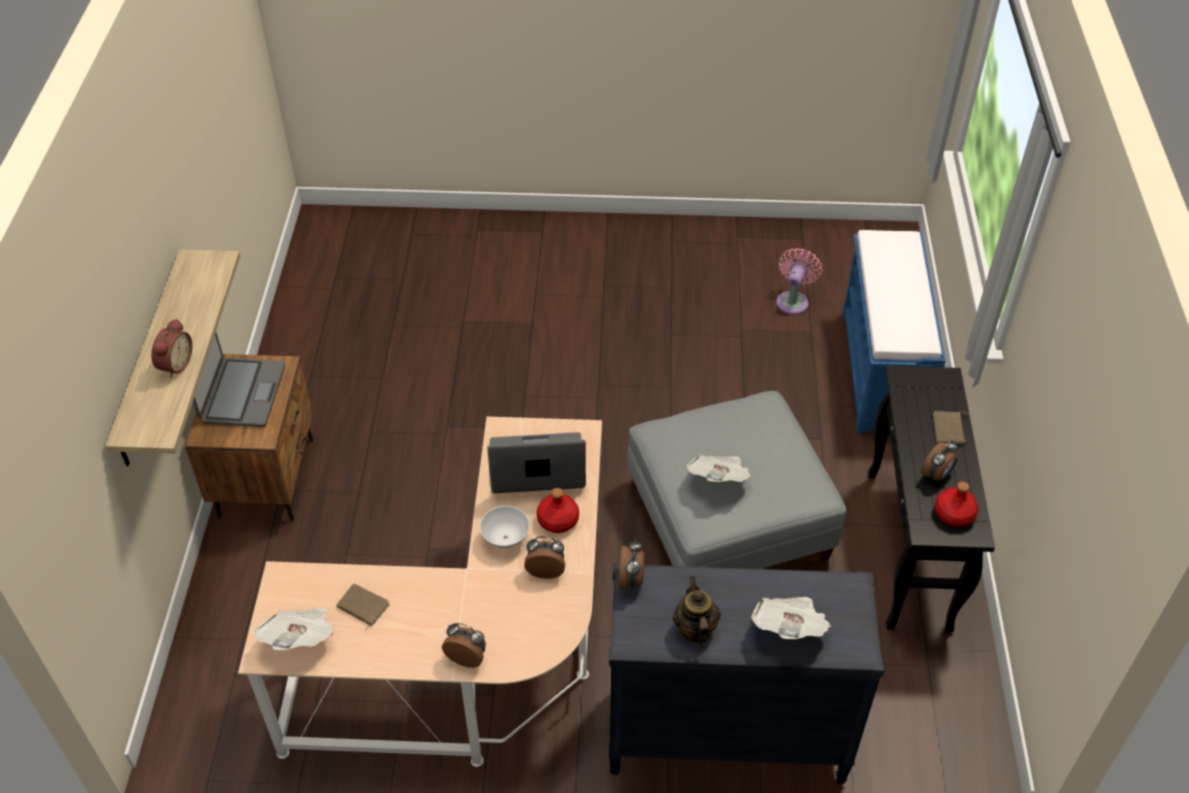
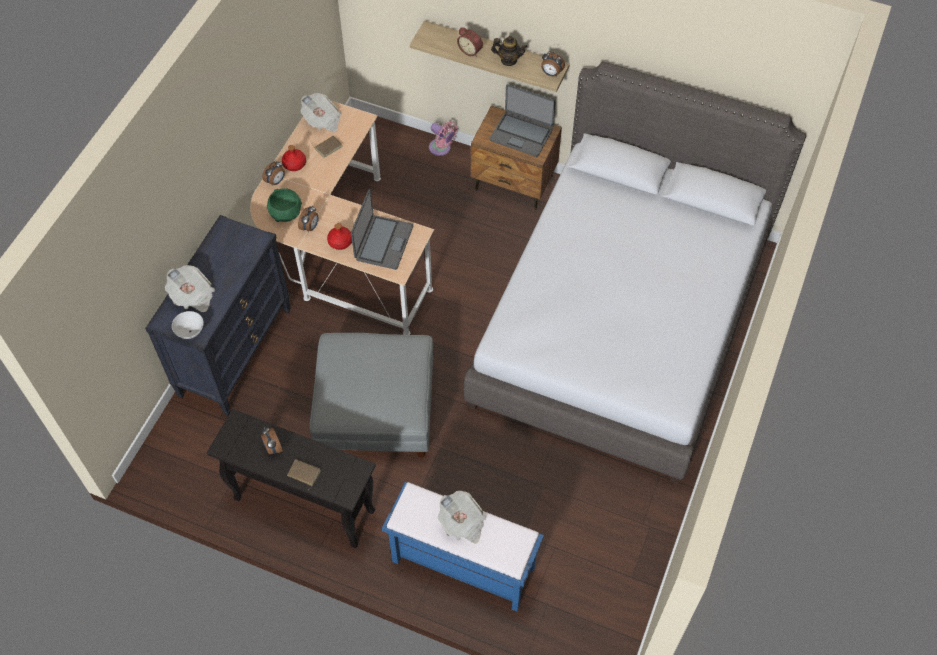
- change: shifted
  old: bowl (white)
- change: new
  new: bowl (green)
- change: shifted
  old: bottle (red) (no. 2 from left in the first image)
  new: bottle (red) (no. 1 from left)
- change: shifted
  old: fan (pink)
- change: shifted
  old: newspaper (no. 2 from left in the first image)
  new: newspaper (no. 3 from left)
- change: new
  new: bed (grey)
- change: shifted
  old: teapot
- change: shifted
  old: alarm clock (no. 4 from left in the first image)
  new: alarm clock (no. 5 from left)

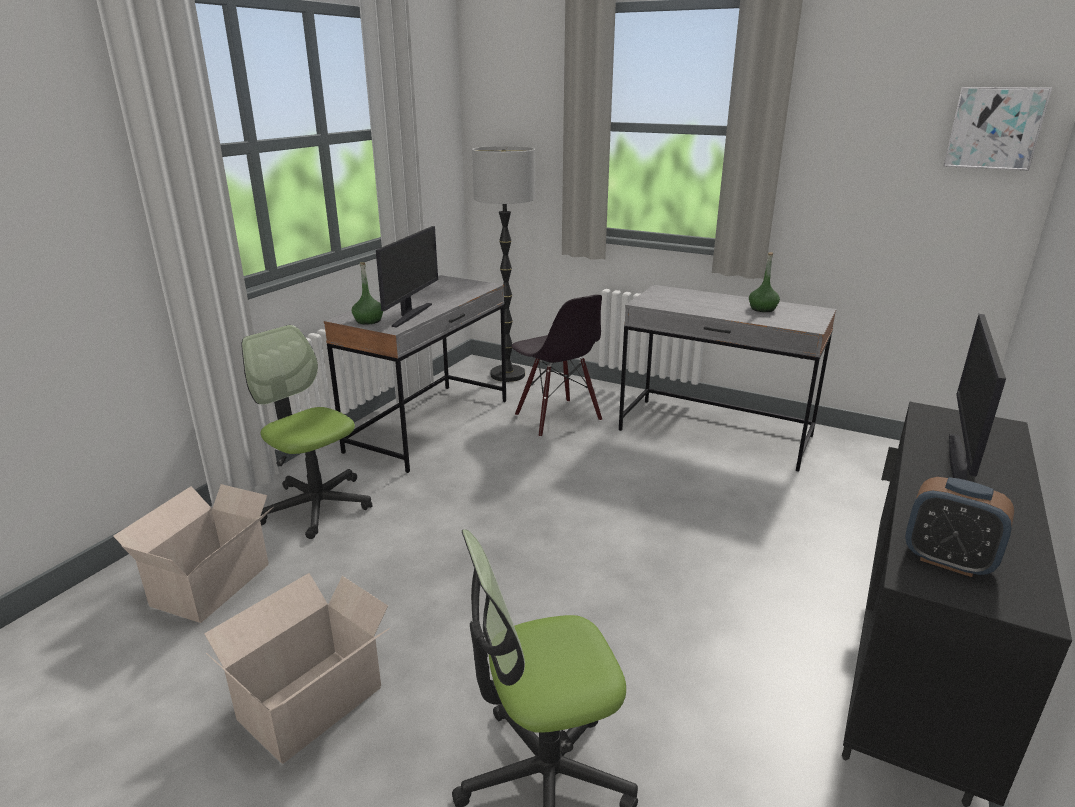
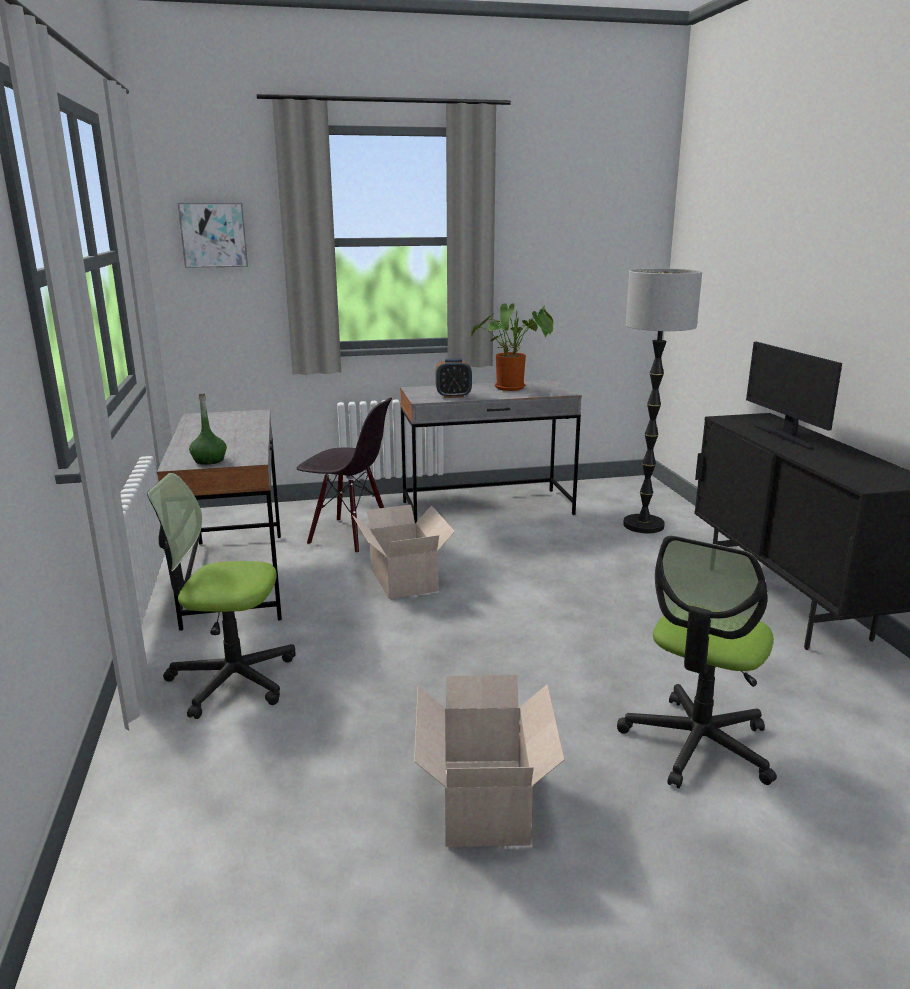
- change: shifted
  old: picture
- change: shifted
  old: cardboard box (no. 1 from left)
- change: shifted
  old: alarm clock
- change: swapped
  old: bottle (green) (no. 2 from left)
  new: potted plant
- change: shifted
  old: floor lamp
- change: gone
  old: monitor (no. 1 from left)

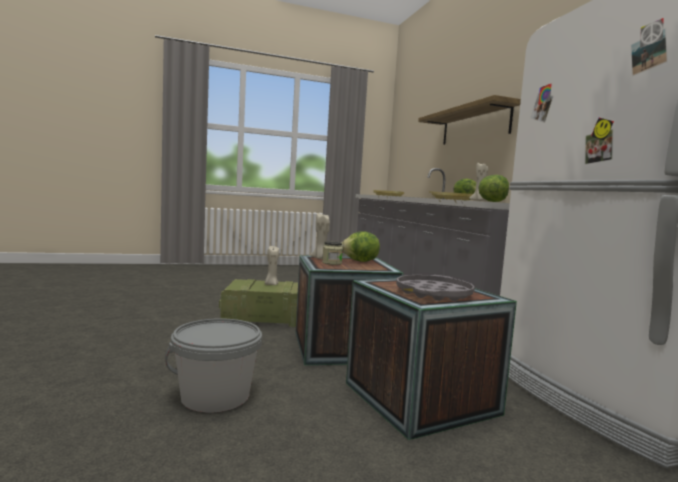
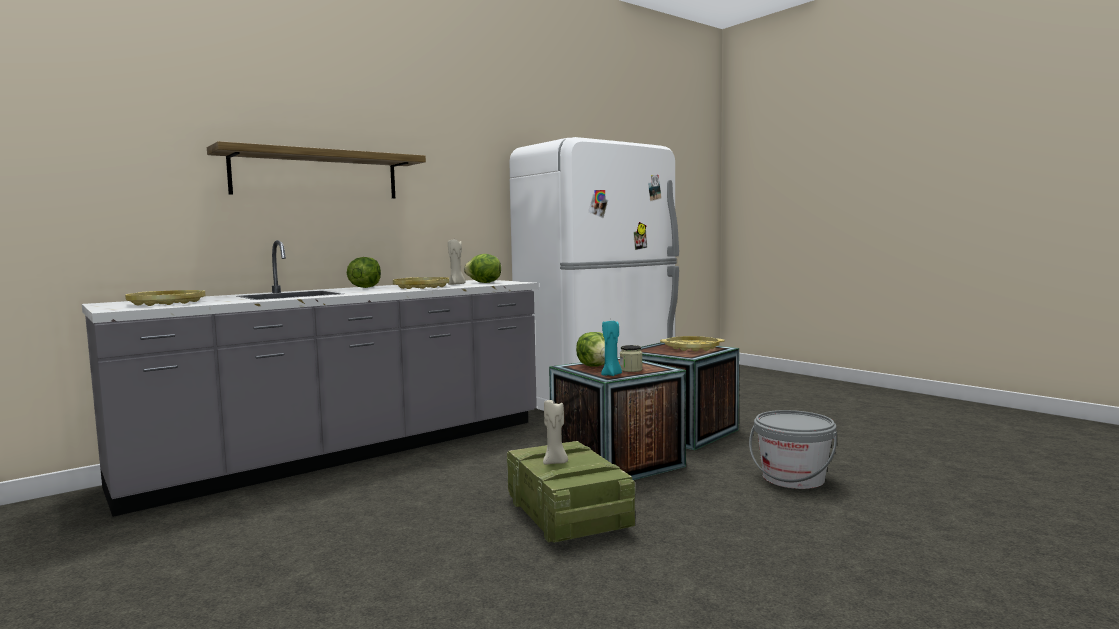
- change: repainted
  old: candle (beige) (no. 2 from left)
  new: candle (turquoise)
- change: repainted
  old: tray (grey)
  new: tray (yellow) (no. 3 from left)

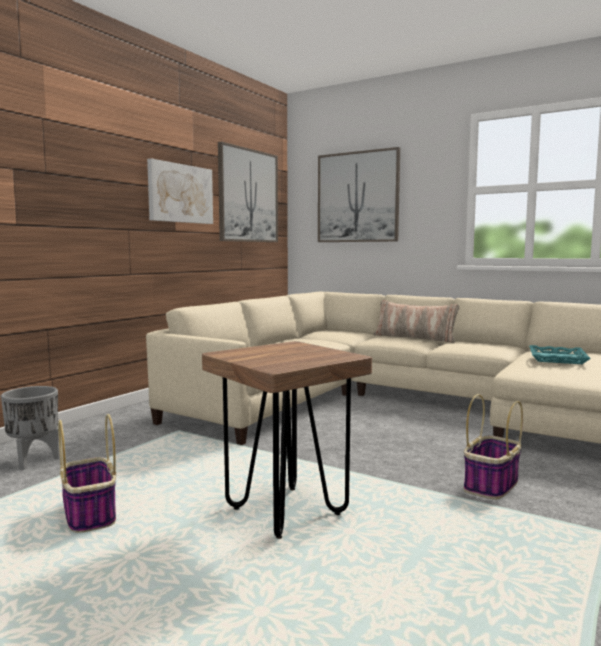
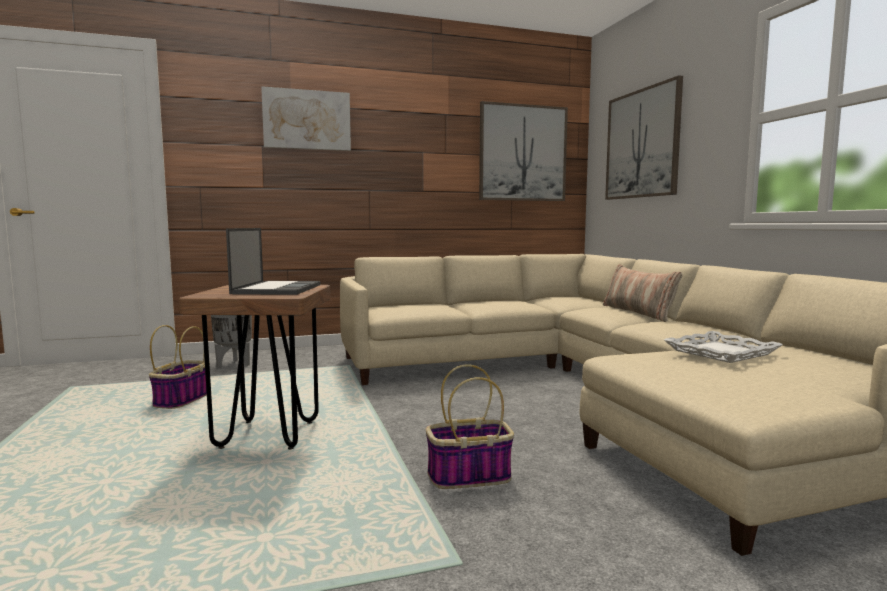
- change: new
  new: laptop
- change: shifted
  old: picture (no. 1 from left)
- change: repainted
  old: tray (turquoise)
  new: tray (white)

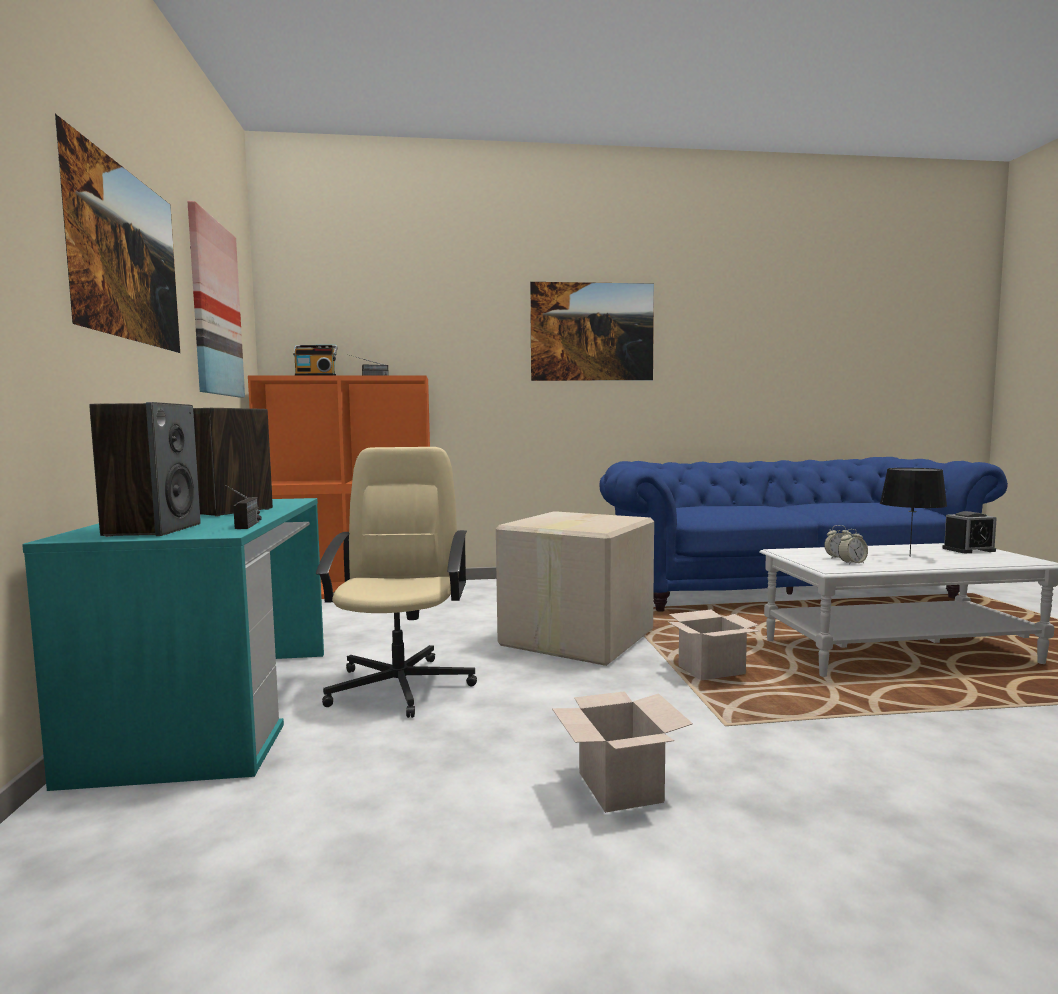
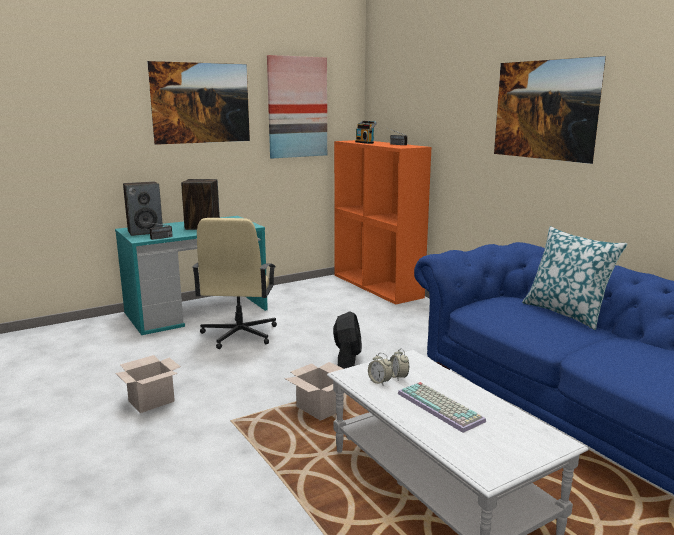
- change: rotated
  old: office chair (beige)
  degrees: 120
- change: swapped
  old: cardboard box (no. 1 from left)
  new: fan (black)
- change: swapped
  old: table lamp (black)
  new: keyboard
- change: new
  new: pillow
- change: gone
  old: alarm clock (no. 3 from left)

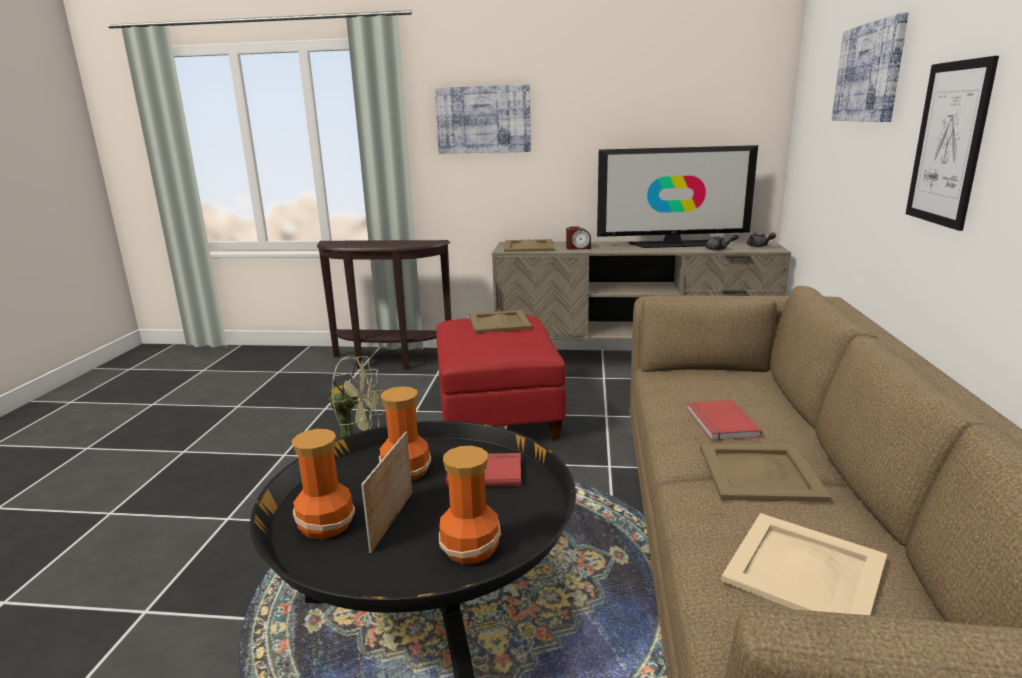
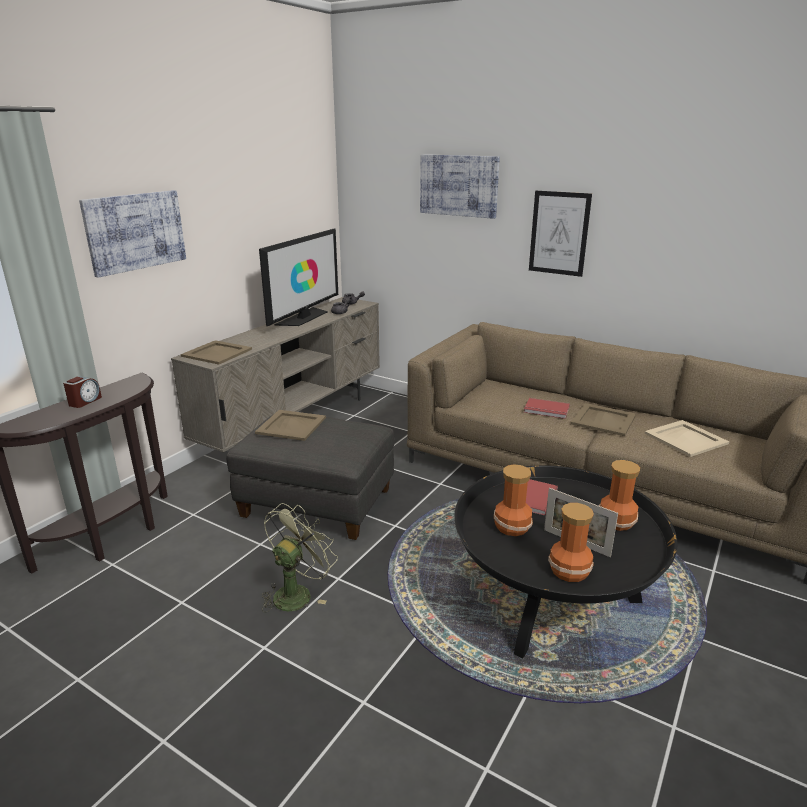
- change: shifted
  old: alarm clock
- change: repainted
  old: ottoman (red)
  new: ottoman (grey)

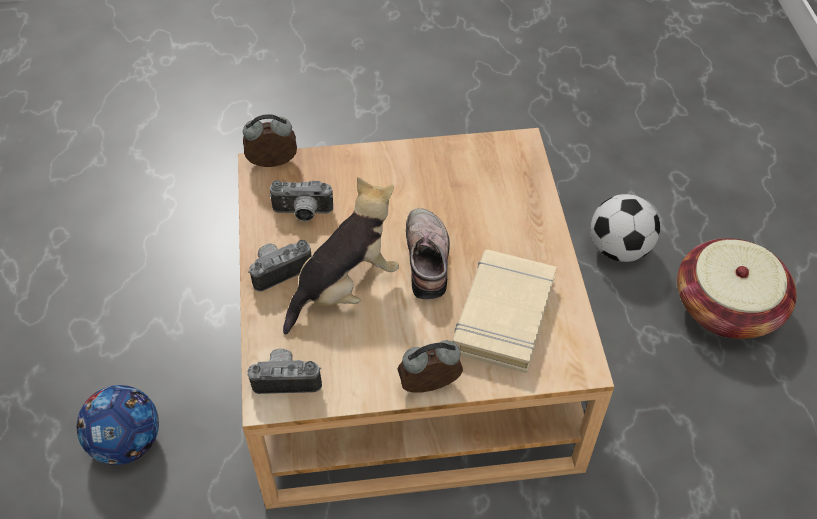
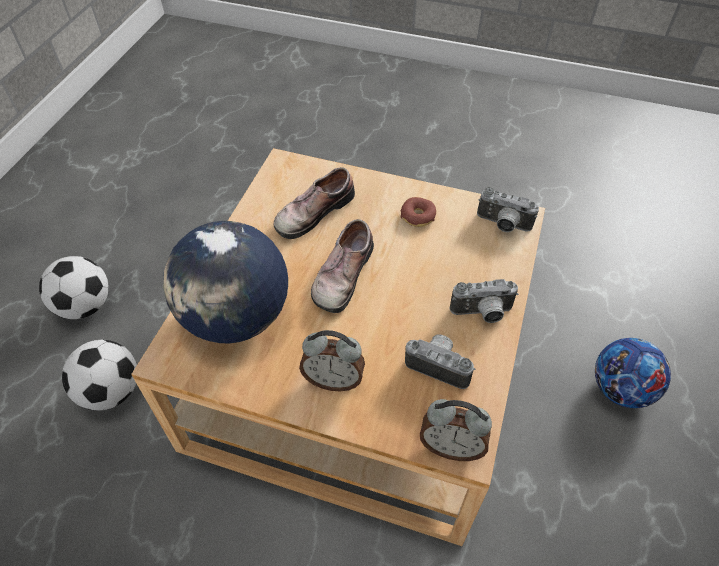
- change: swapped
  old: basket
  new: football (no. 1 from left)
- change: new
  new: globe
- change: swapped
  old: book (beige)
  new: shoe (no. 1 from left)
- change: shifted
  old: alarm clock (no. 2 from left in the first image)
  new: alarm clock (no. 1 from left)
- change: new
  new: donut
- change: gone
  old: plush toy

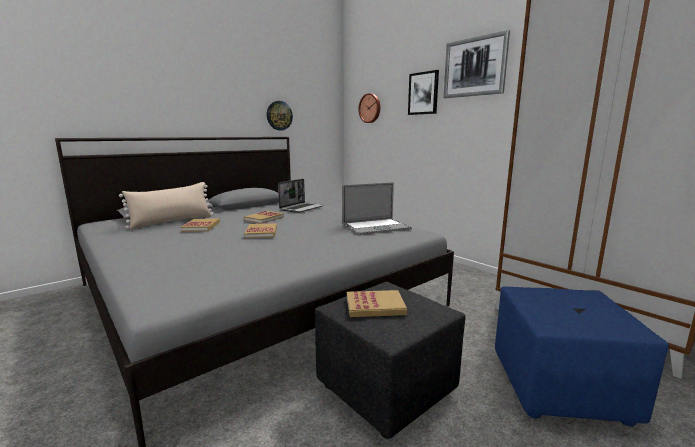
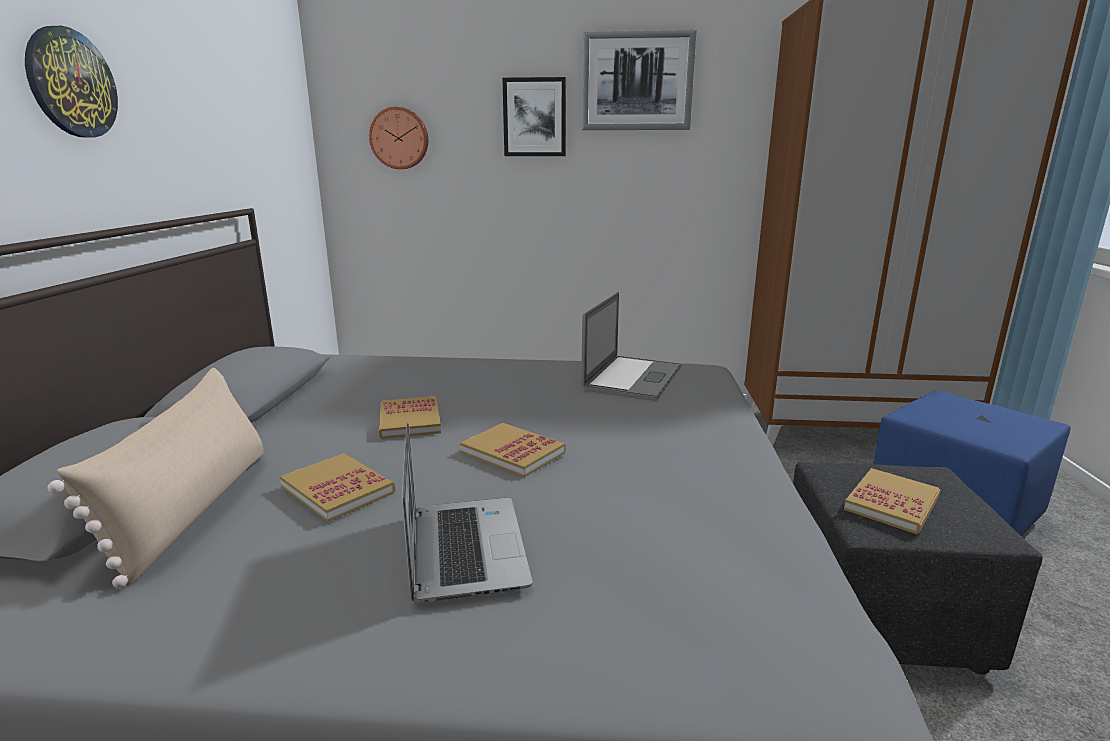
- change: shifted
  old: wall clock (no. 1 from left)
- change: shifted
  old: laptop (no. 1 from left)

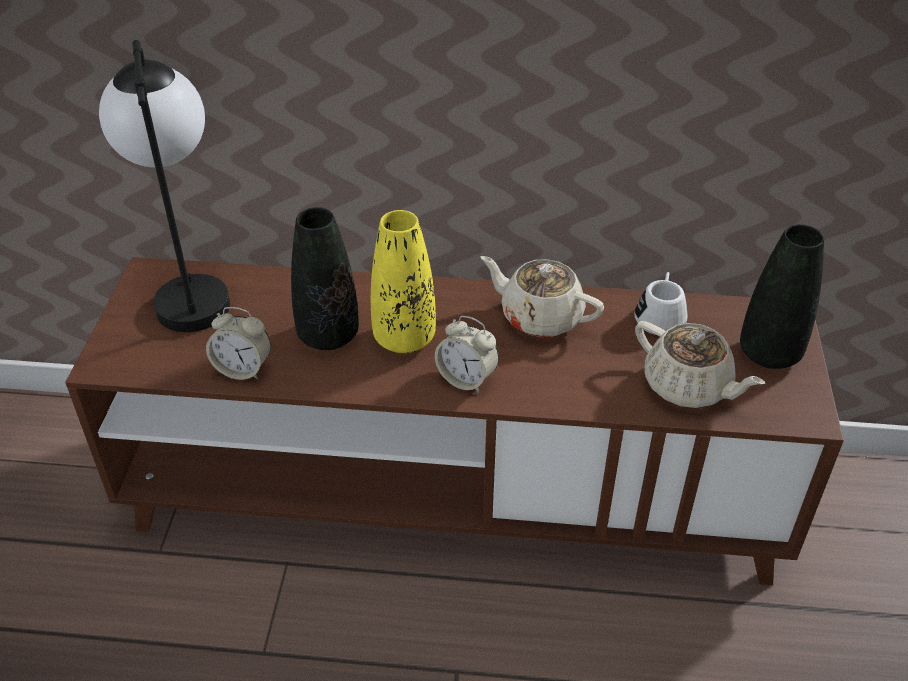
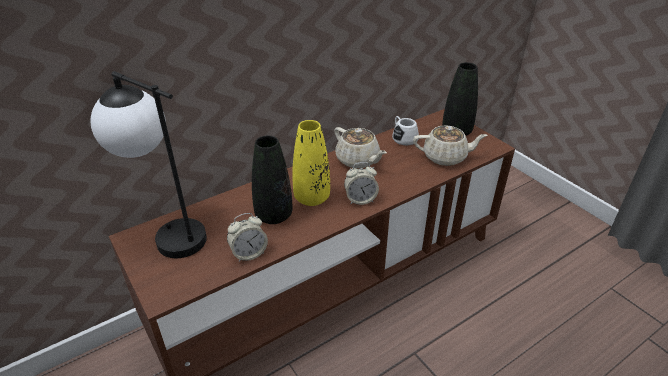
- change: rotated
  old: teapot (beige) (no. 1 from left)
  degrees: -120

